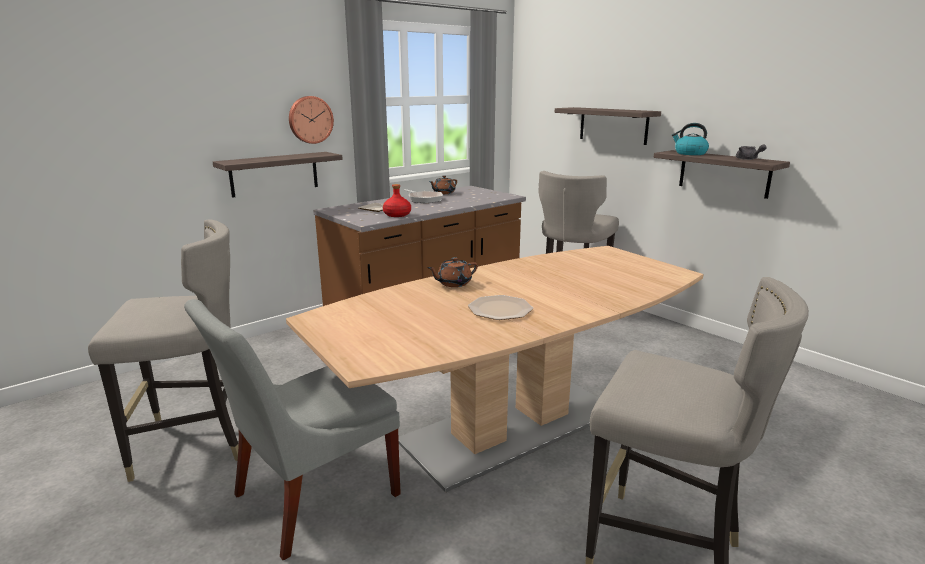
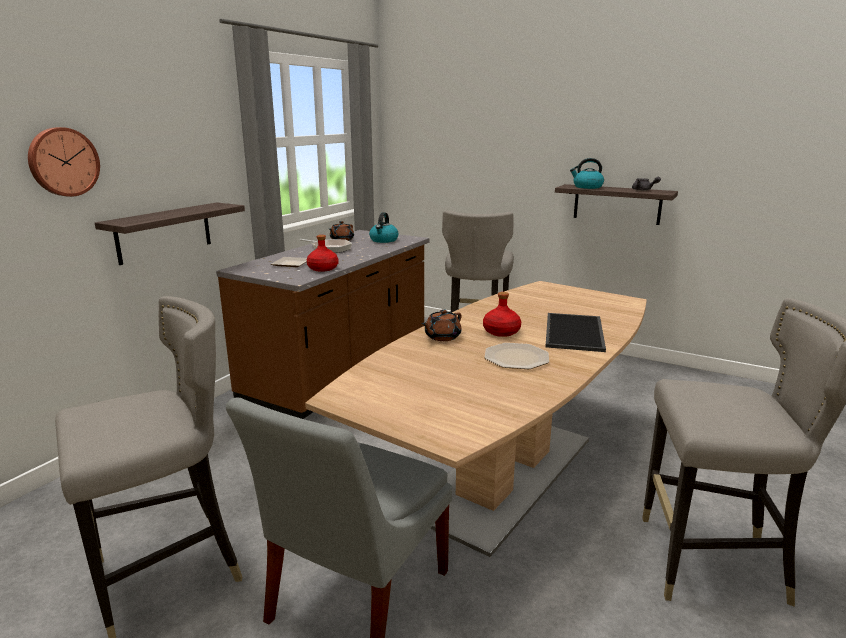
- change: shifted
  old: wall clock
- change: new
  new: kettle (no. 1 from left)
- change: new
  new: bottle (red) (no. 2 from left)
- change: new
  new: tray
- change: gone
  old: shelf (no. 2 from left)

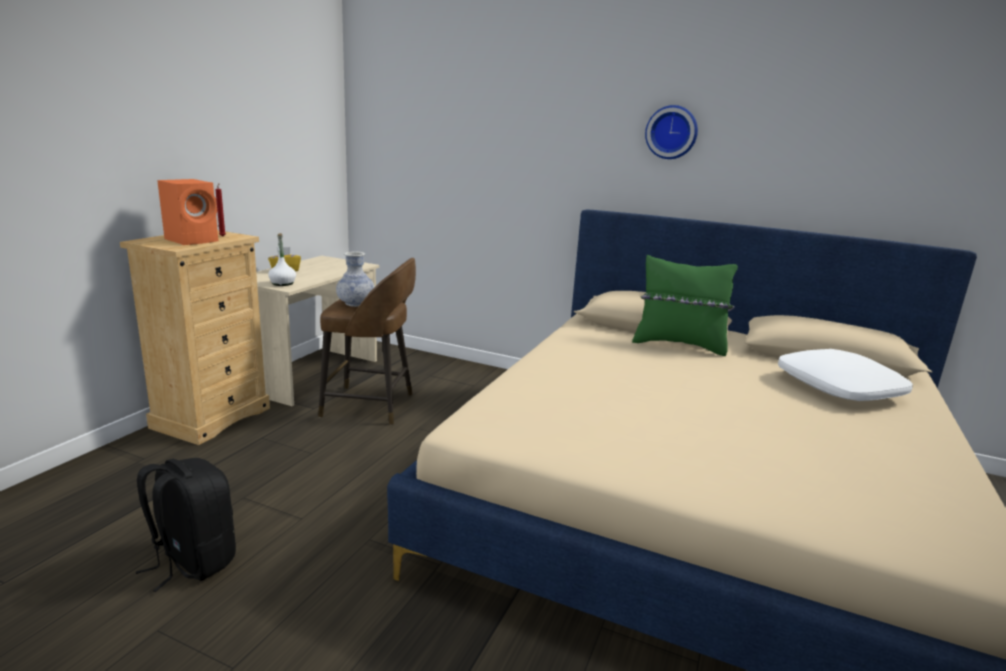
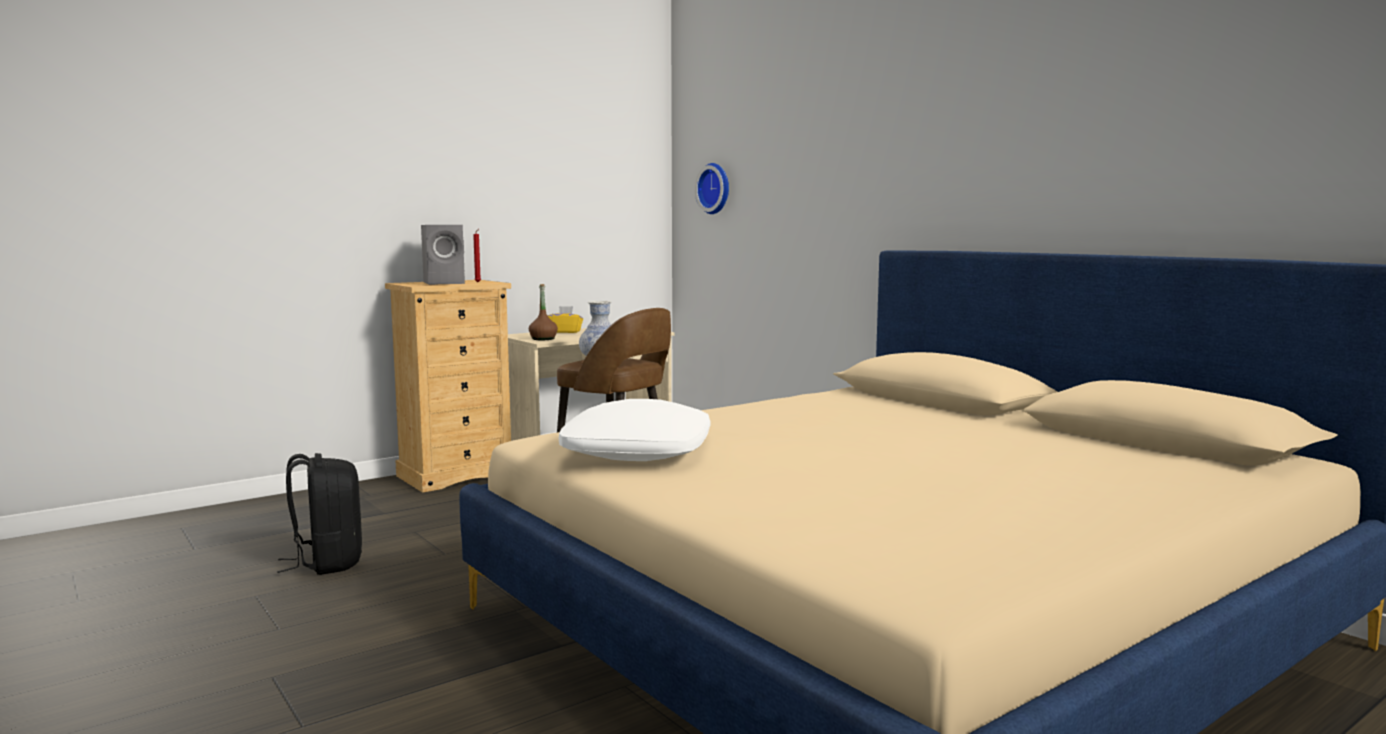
- change: repainted
  old: speaker (orange)
  new: speaker (grey)
- change: repainted
  old: bottle (white)
  new: bottle (brown)
- change: shifted
  old: pillow (white)
- change: shifted
  old: wall clock
- change: gone
  old: pillow (green)

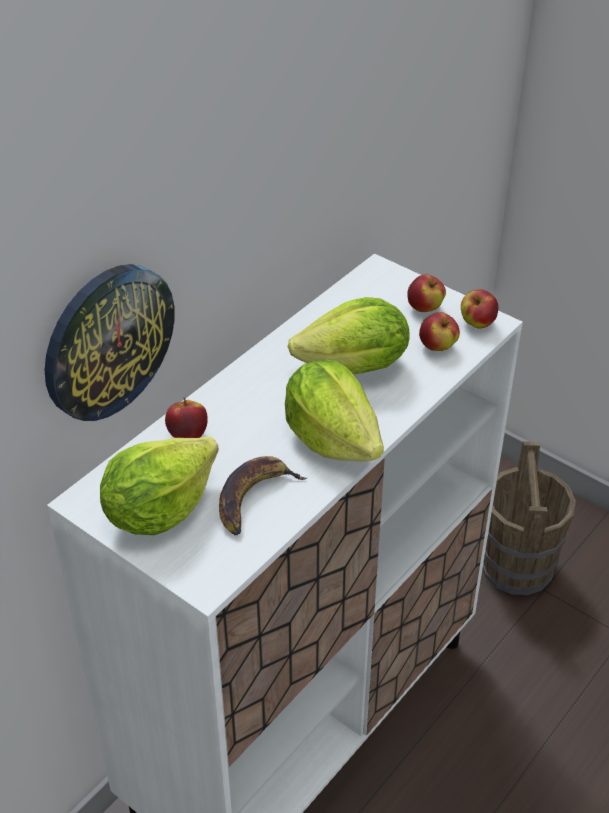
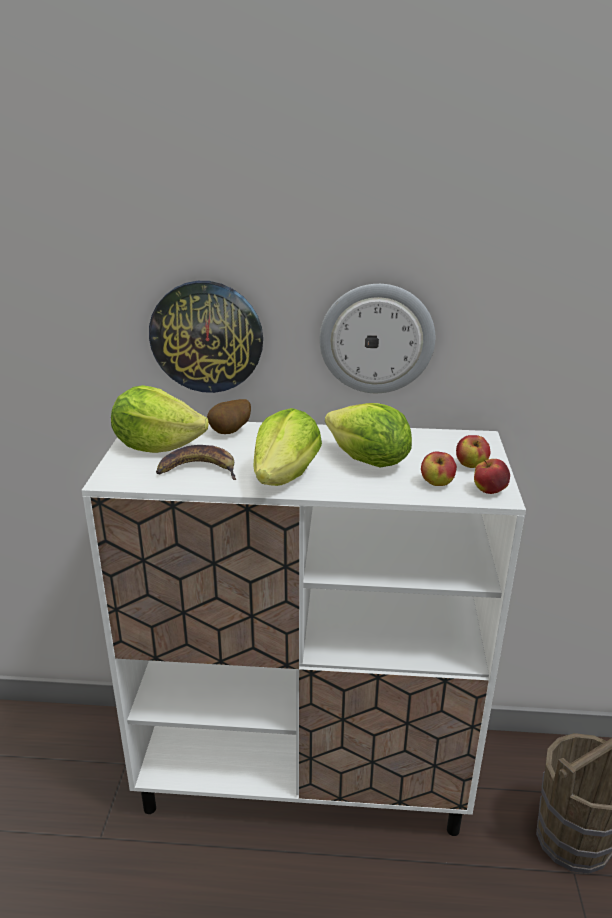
- change: swapped
  old: apple (no. 1 from left)
  new: potato
- change: new
  new: wall clock (no. 2 from left)

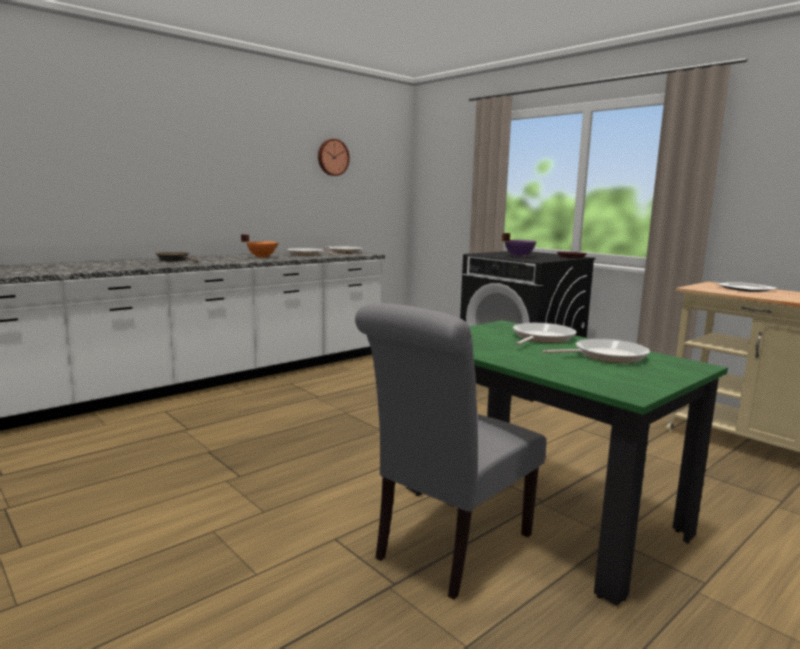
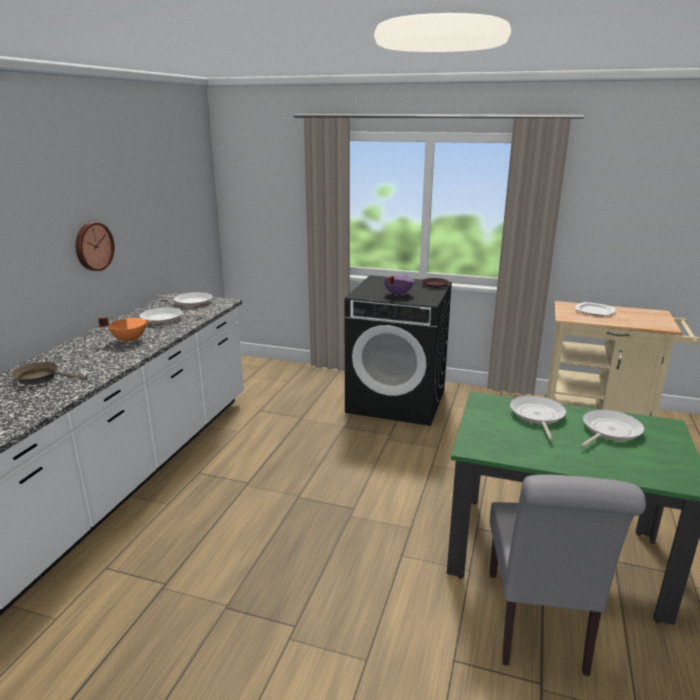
- change: shifted
  old: wall clock

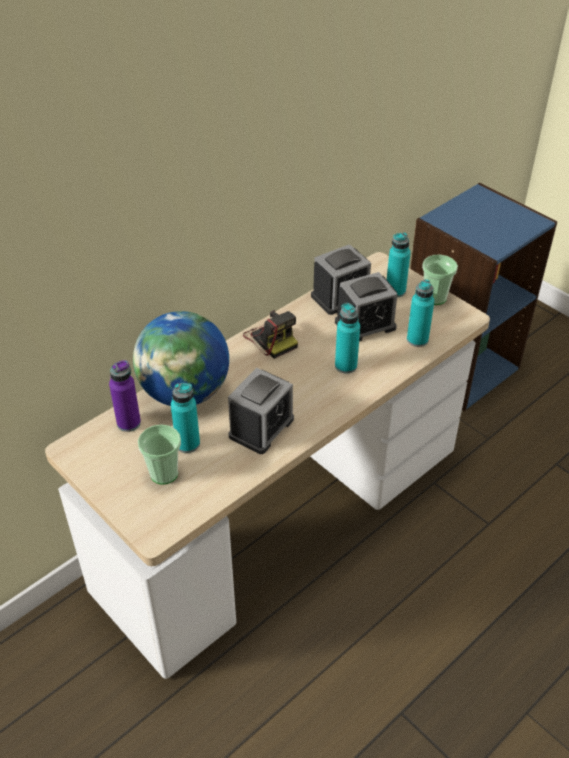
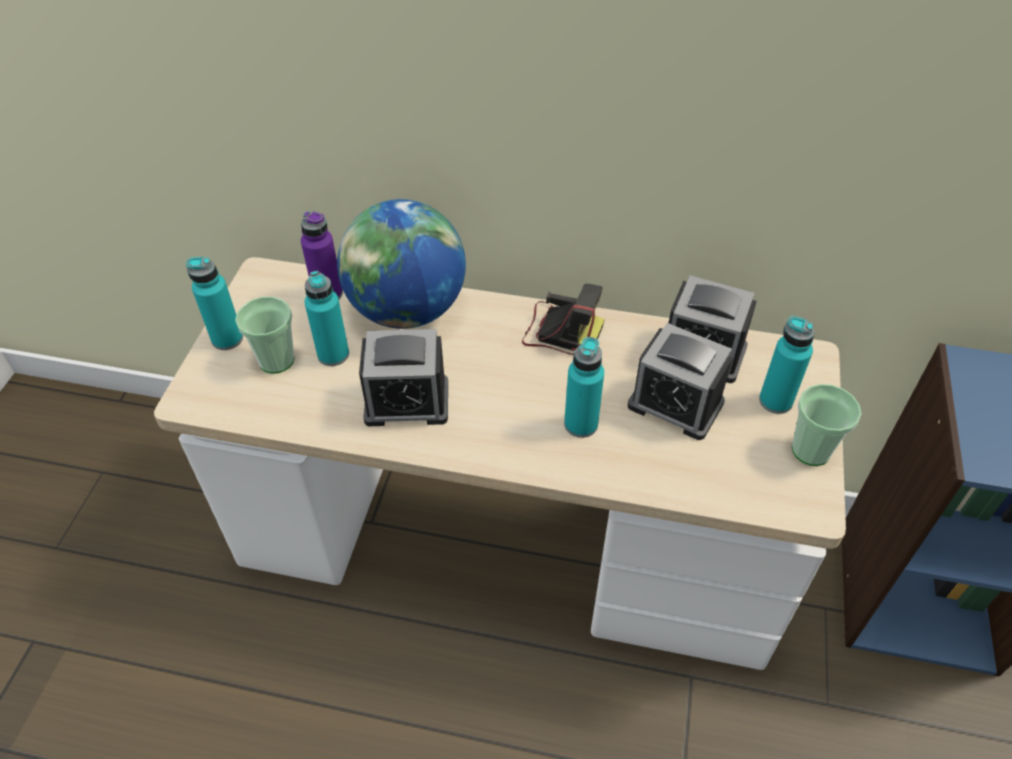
- change: shifted
  old: bottle (turquoise) (no. 4 from left in the first image)
  new: bottle (turquoise) (no. 1 from left)
- change: rotated
  old: photo camera
  degrees: -90

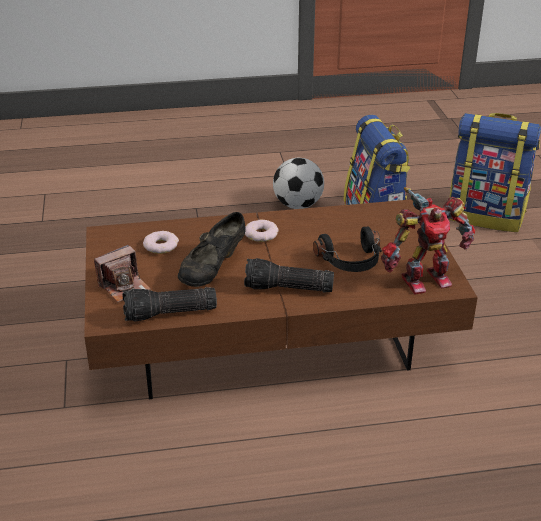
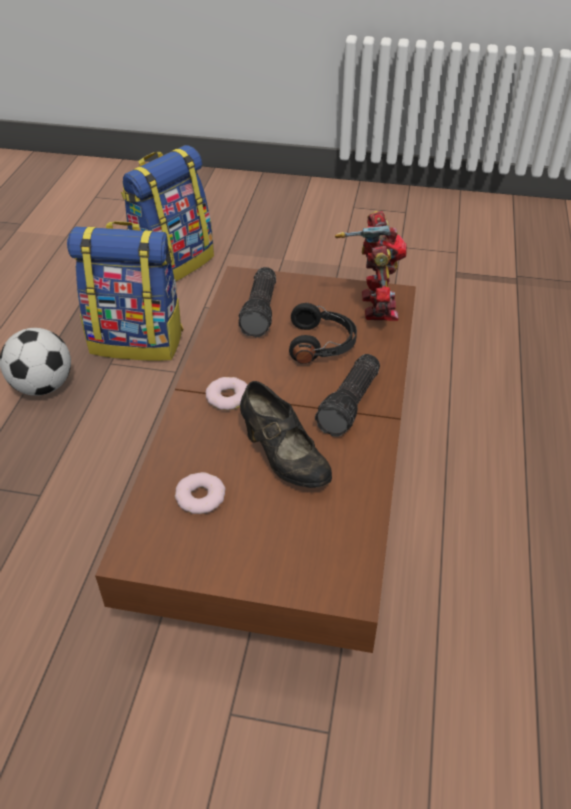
- change: shifted
  old: flashlight (no. 1 from left)
- change: gone
  old: photo camera

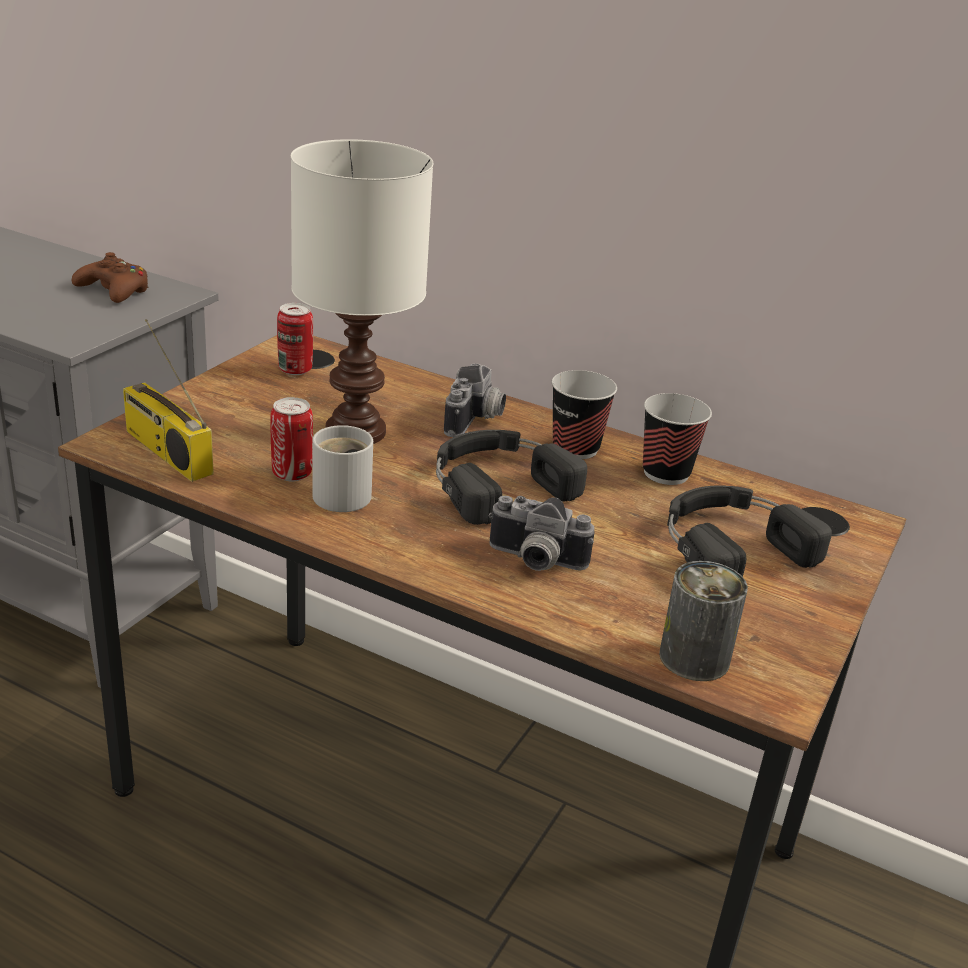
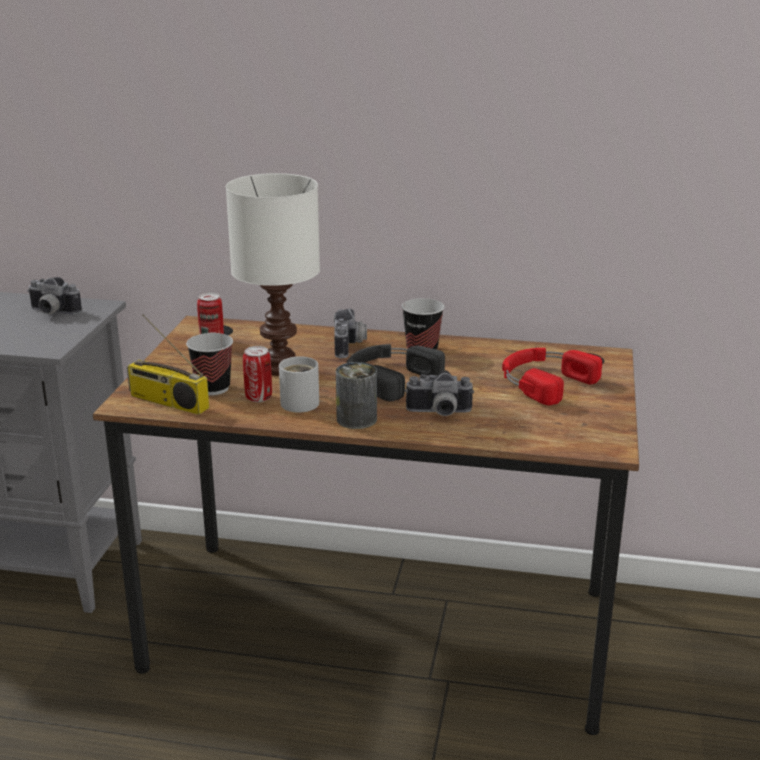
- change: swapped
  old: game controller (brown)
  new: photo camera (no. 1 from left)
- change: shifted
  old: cup (no. 2 from left in the first image)
  new: cup (no. 1 from left)
- change: shifted
  old: can (no. 3 from left)
- change: repainted
  old: headphones (black) (no. 2 from left)
  new: headphones (red)

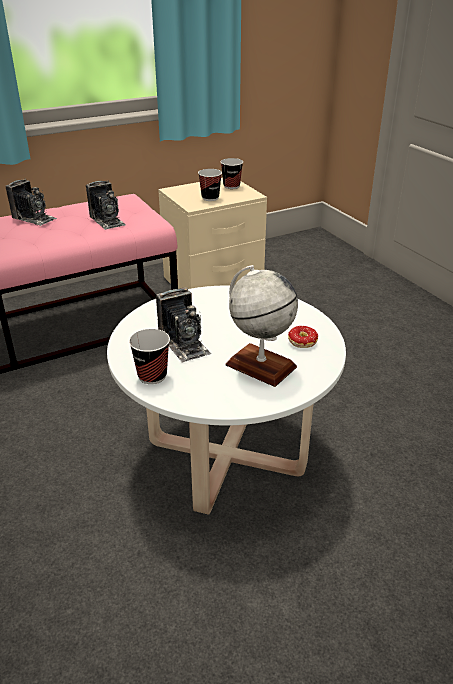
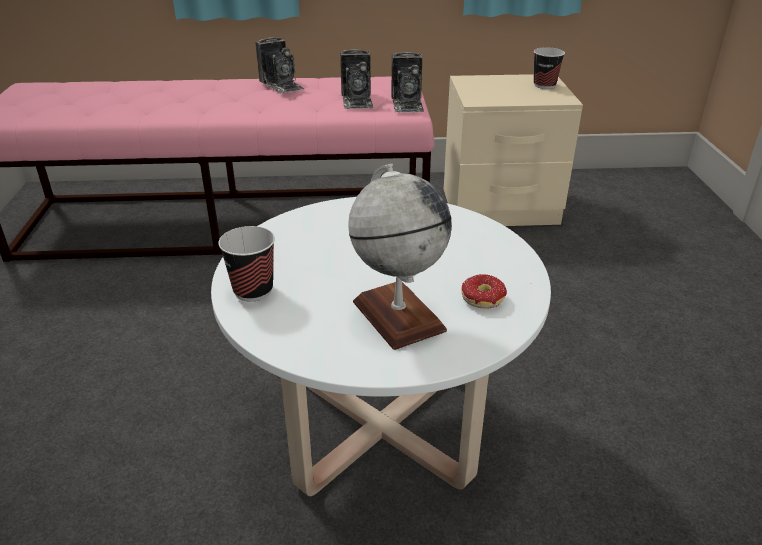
- change: shifted
  old: photo camera (no. 3 from left)
- change: gone
  old: cup (no. 2 from left)

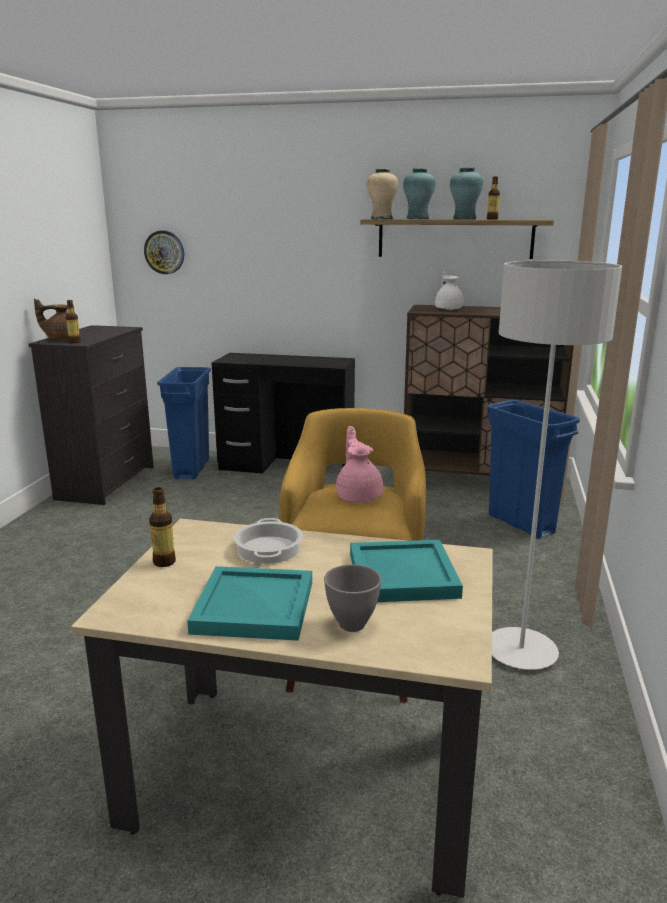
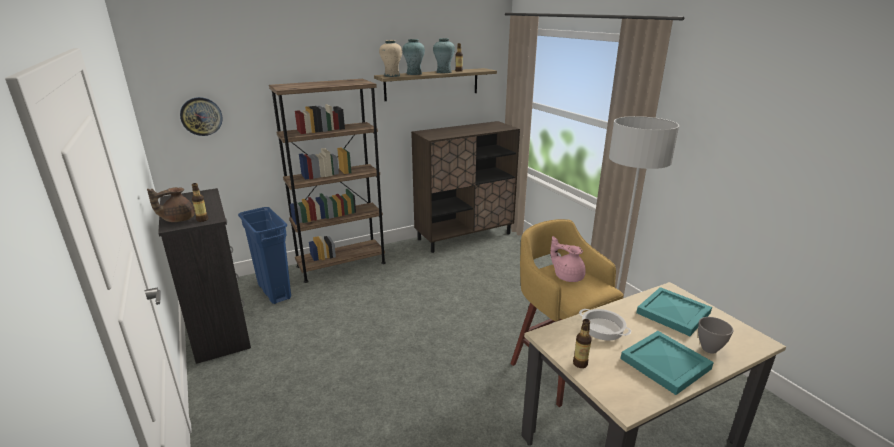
- change: swapped
  old: desk (black)
  new: bookcase (brown)
- change: gone
  old: teapot (white)
- change: gone
  old: trash can (blue) (no. 2 from left)

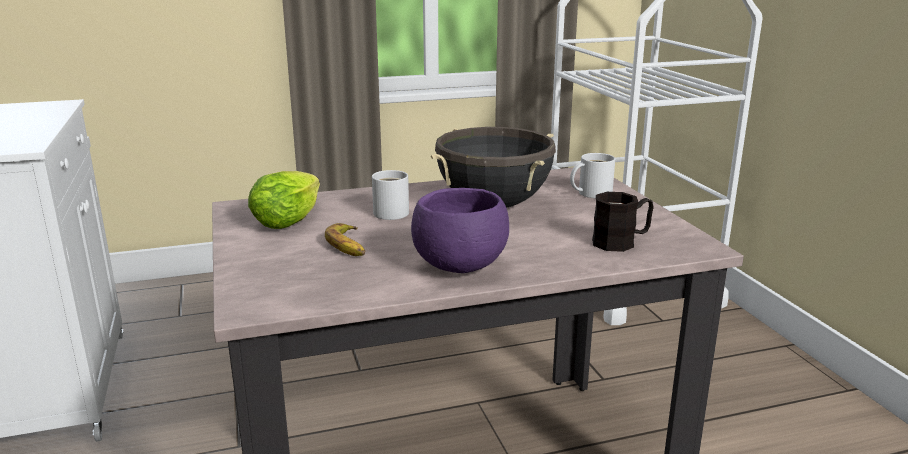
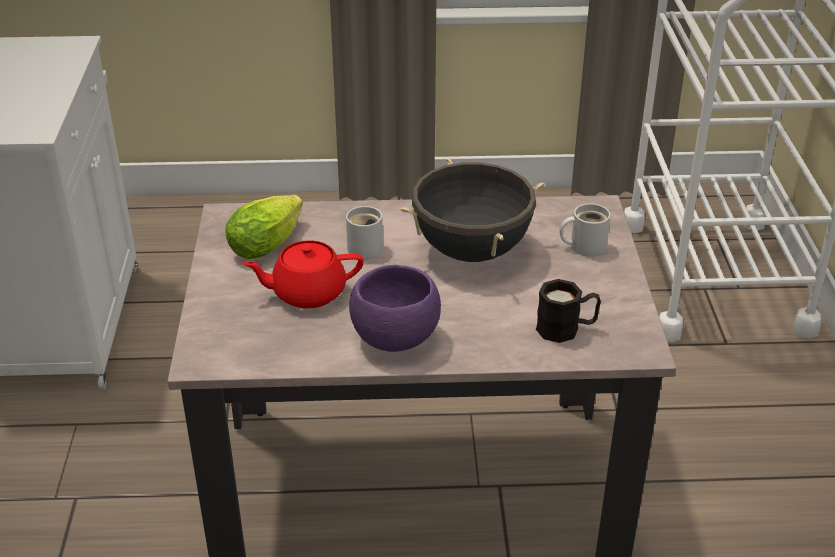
- change: swapped
  old: banana
  new: teapot (red)

